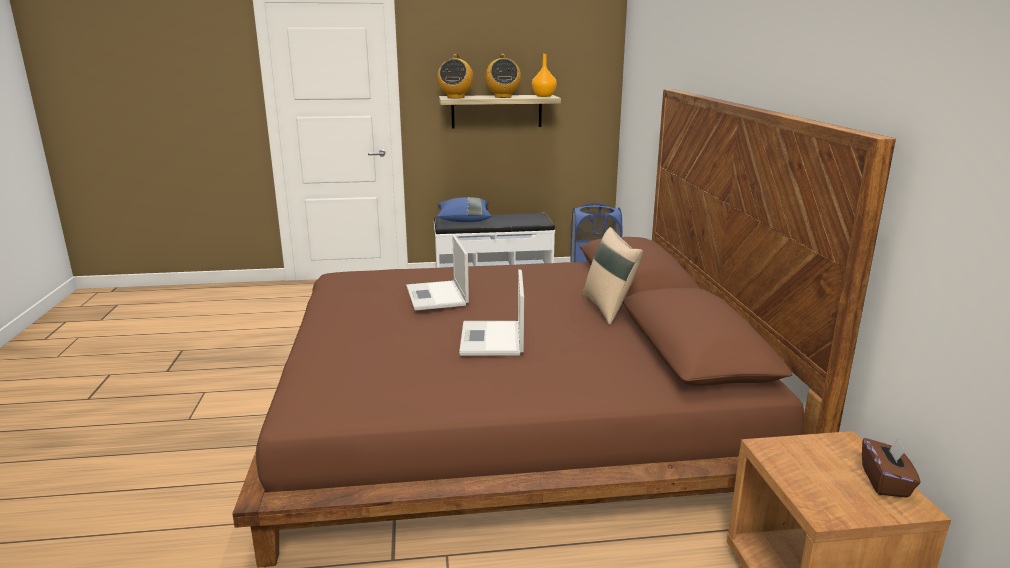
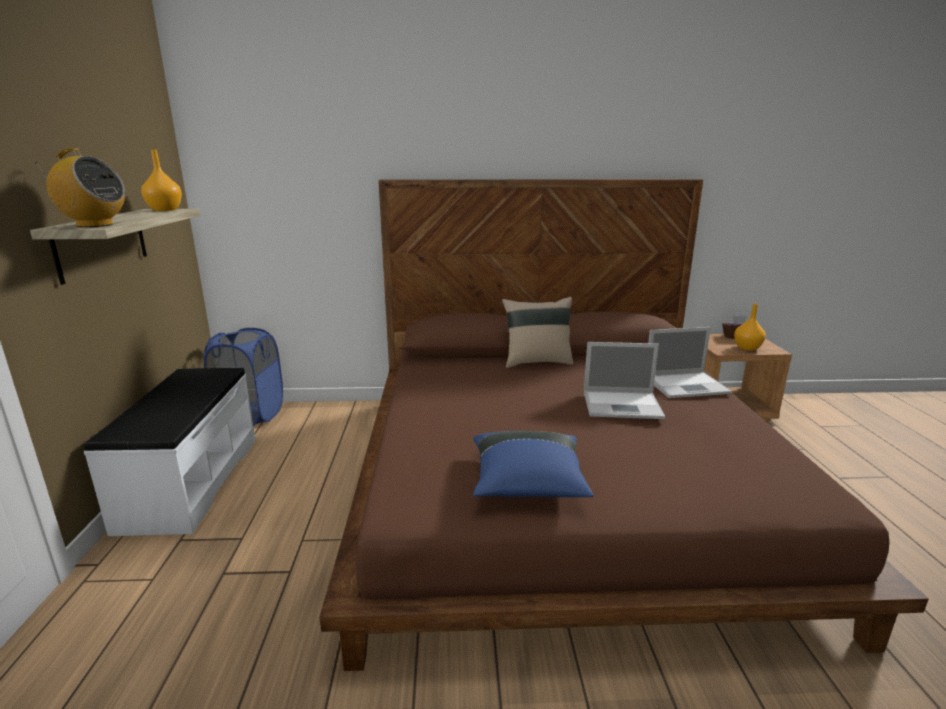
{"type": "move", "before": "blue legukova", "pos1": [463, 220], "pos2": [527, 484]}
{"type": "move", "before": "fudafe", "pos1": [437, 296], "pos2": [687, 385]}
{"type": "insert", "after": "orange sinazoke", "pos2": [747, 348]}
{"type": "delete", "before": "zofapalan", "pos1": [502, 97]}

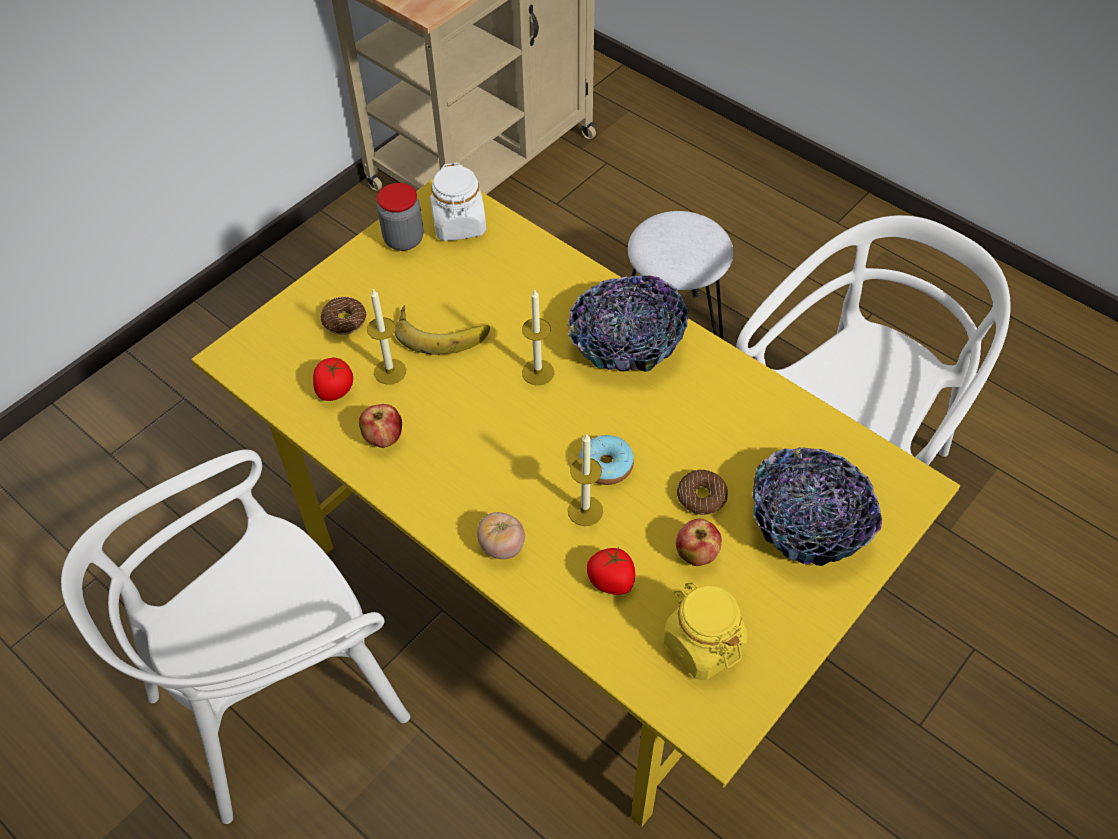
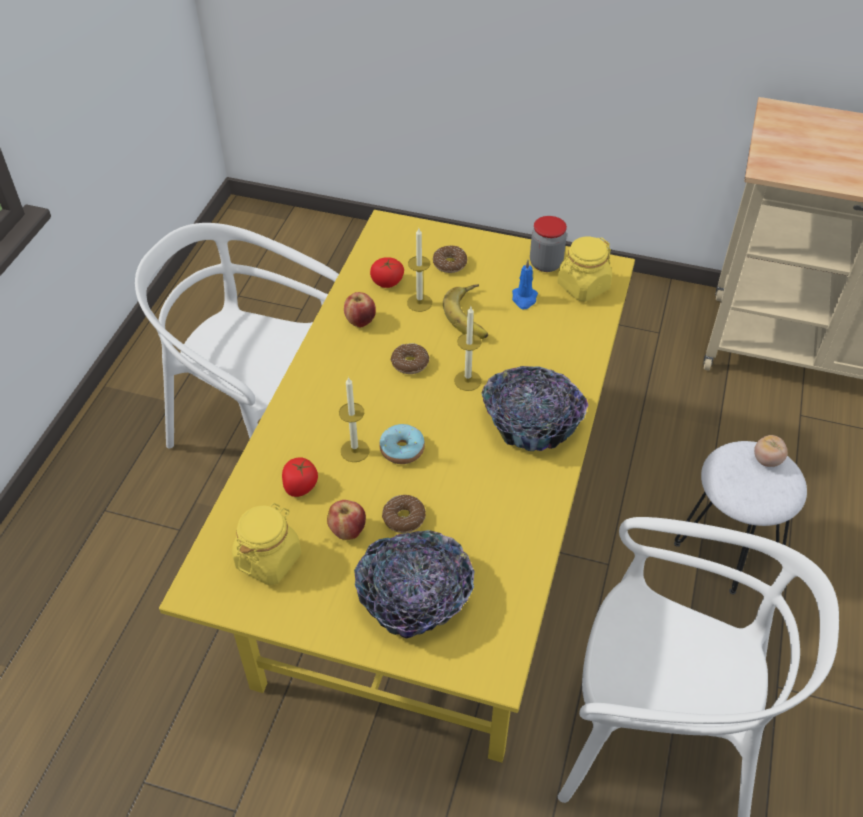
{"type": "insert", "after": "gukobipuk", "pos2": [410, 363]}
{"type": "insert", "after": "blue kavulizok", "pos2": [524, 299]}
{"type": "recolor", "before": "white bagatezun", "after": "yellow bagatezun", "pos1": [459, 224], "pos2": [583, 286]}
{"type": "move", "before": "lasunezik", "pos1": [502, 546], "pos2": [767, 460]}

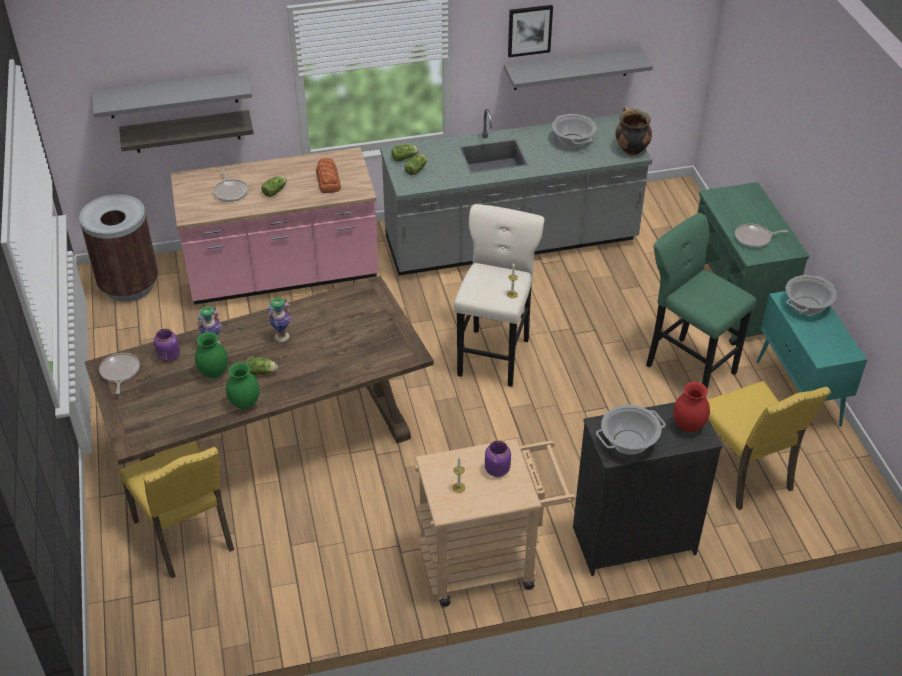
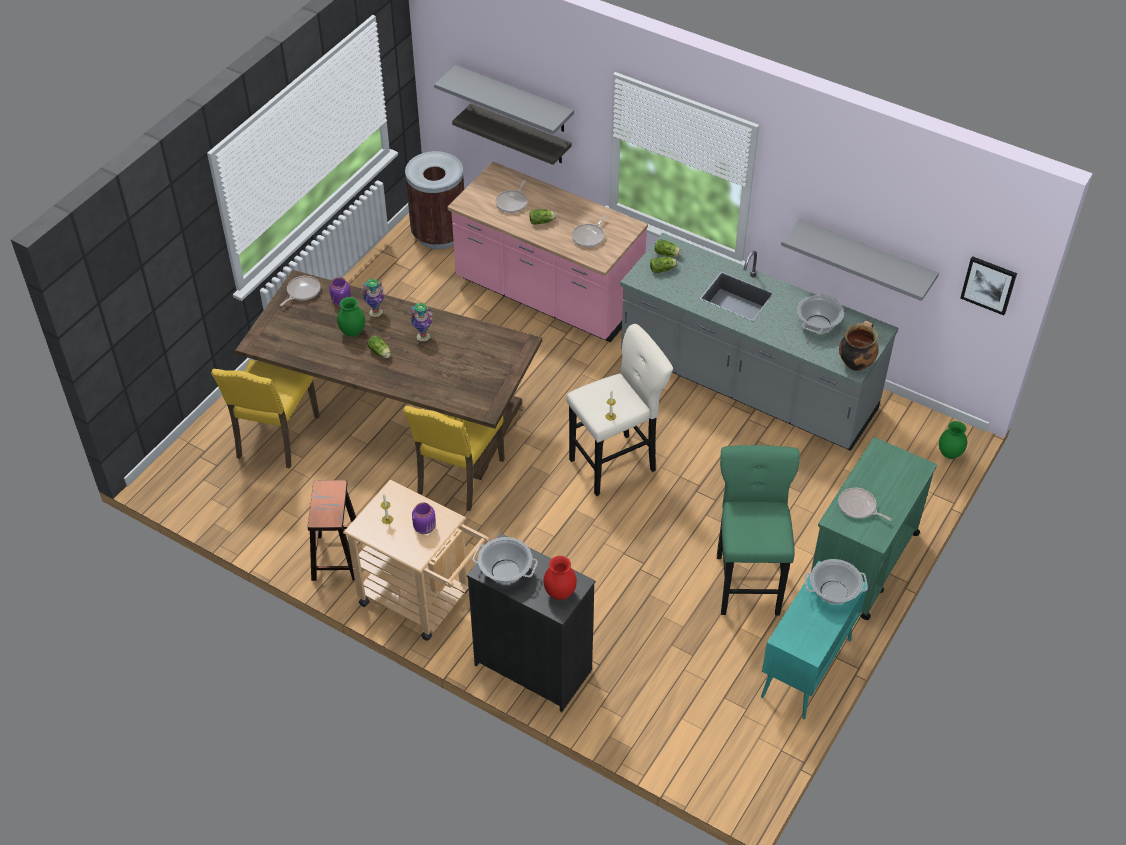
{"type": "insert", "after": "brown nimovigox", "pos2": [336, 556]}
{"type": "move", "before": "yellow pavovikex", "pos1": [744, 472], "pos2": [457, 477]}
{"type": "replace", "before": "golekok", "after": "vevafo", "pos1": [328, 180], "pos2": [589, 237]}
{"type": "move", "before": "green sinazoke", "pos1": [245, 404], "pos2": [949, 454]}
{"type": "move", "before": "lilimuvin", "pos1": [529, 30], "pos2": [988, 284]}

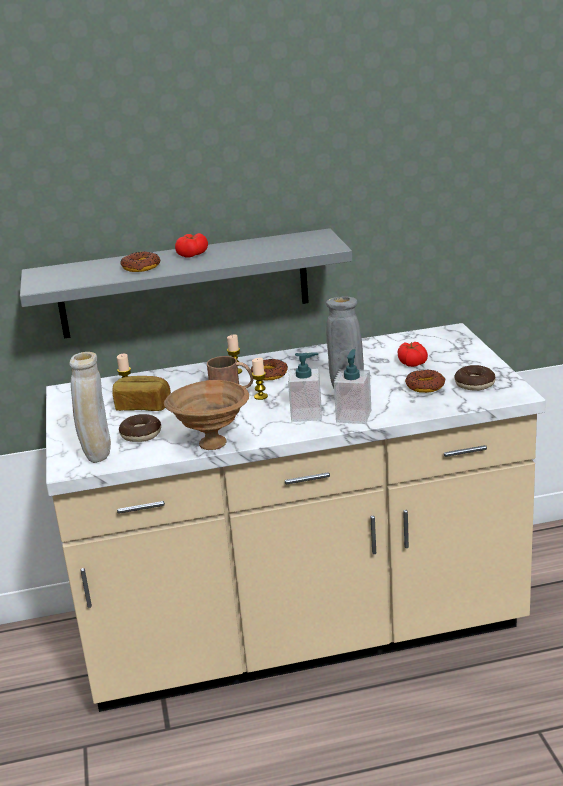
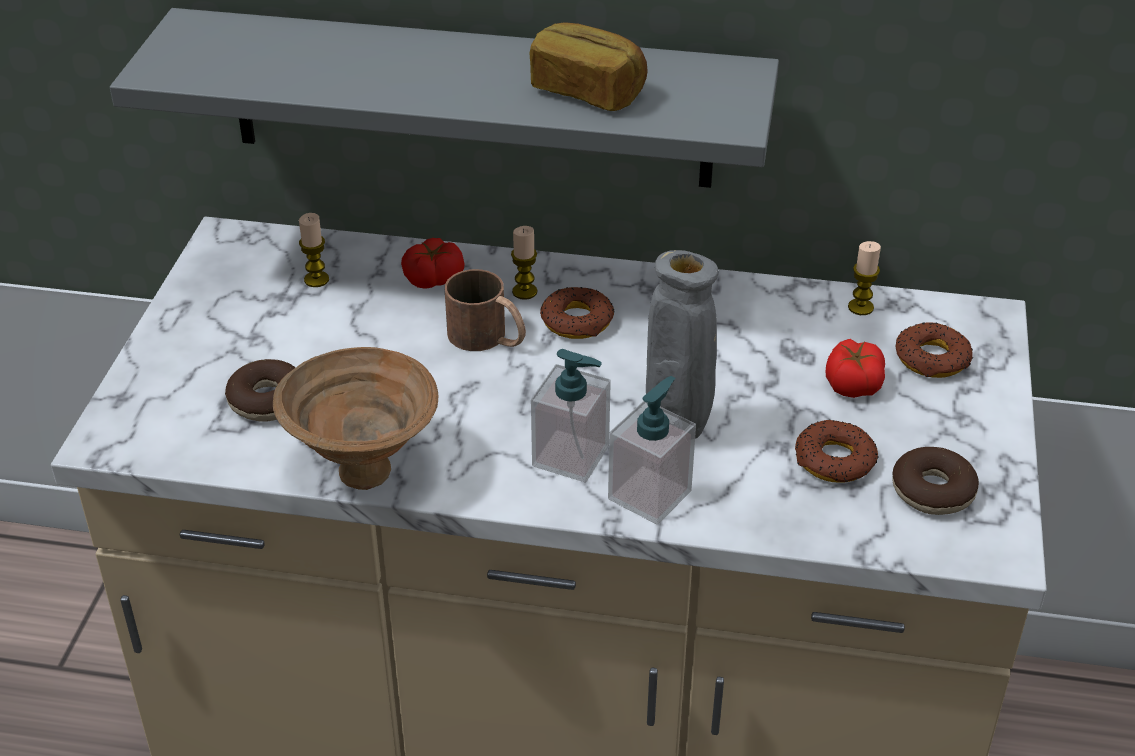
{"type": "move", "before": "lasunezik", "pos1": [192, 254], "pos2": [434, 277]}
{"type": "move", "before": "golekok", "pos1": [143, 406], "pos2": [588, 91]}
{"type": "move", "before": "kavulizok", "pos1": [260, 396], "pos2": [860, 307]}
{"type": "move", "before": "gukobipuk", "pos1": [141, 267], "pos2": [932, 358]}
{"type": "delete", "before": "beige sinazoke", "pos1": [97, 457]}

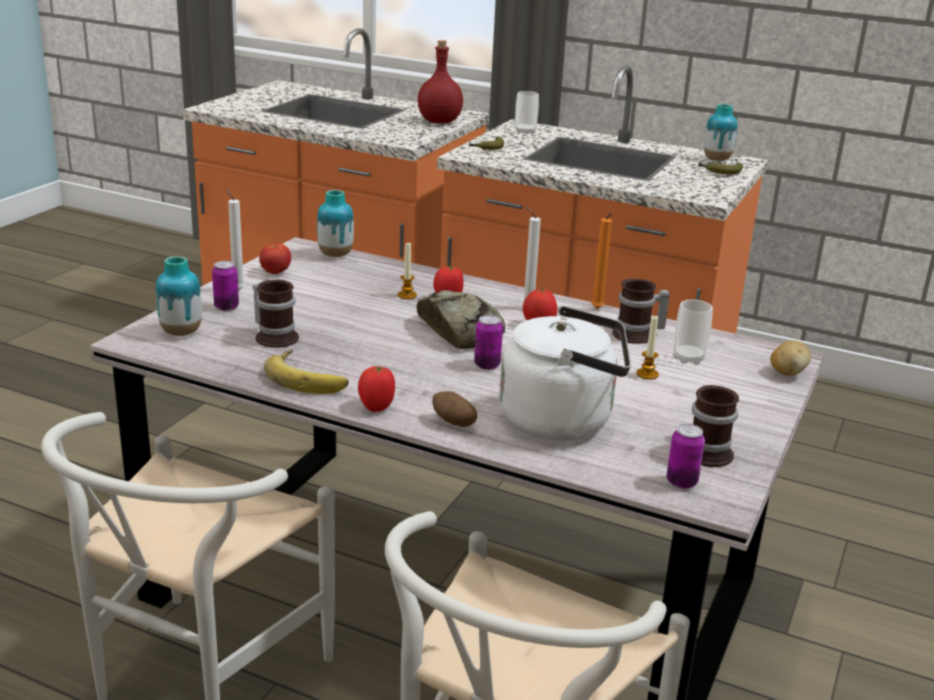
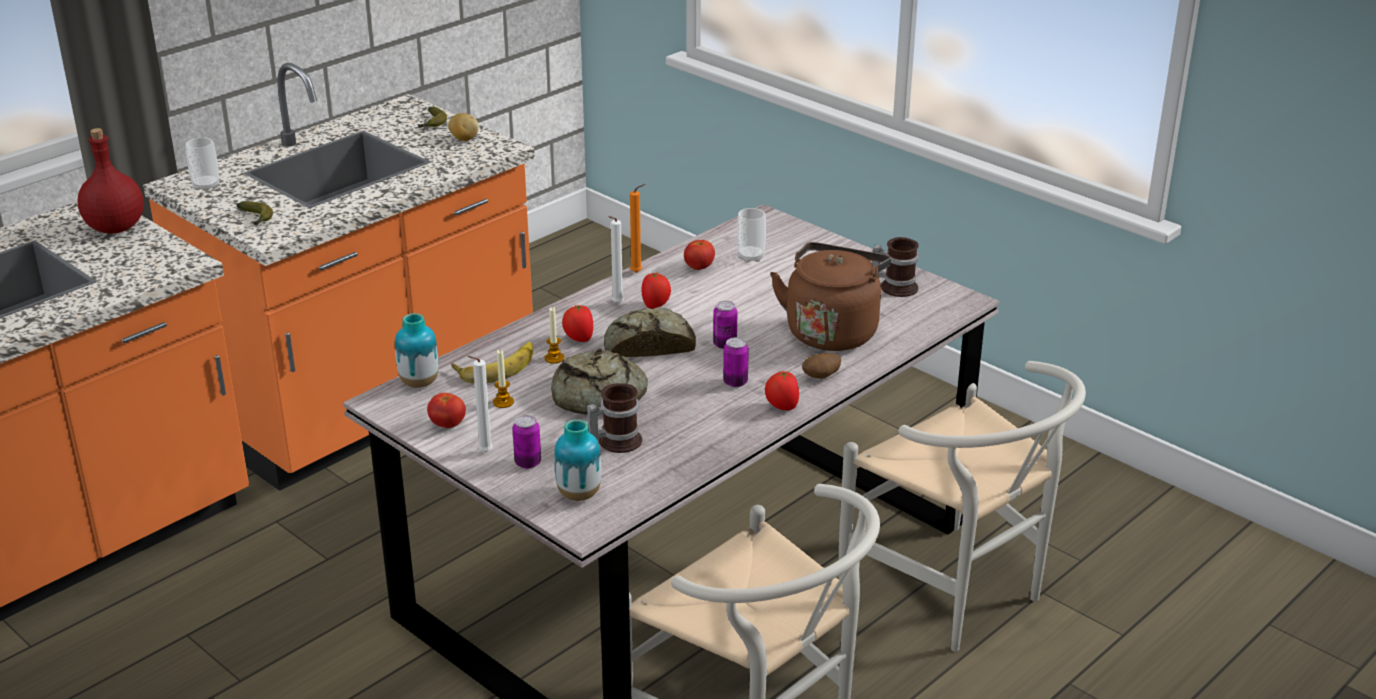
{"type": "move", "before": "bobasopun", "pos1": [787, 373], "pos2": [463, 139]}
{"type": "move", "before": "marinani", "pos1": [309, 377], "pos2": [495, 366]}
{"type": "move", "before": "kavulizok", "pos1": [647, 374], "pos2": [503, 402]}
{"type": "insert", "after": "golekok", "pos2": [597, 396]}
{"type": "replace", "before": "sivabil", "after": "lasunezik", "pos1": [637, 335], "pos2": [699, 267]}
{"type": "move", "before": "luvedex", "pos1": [681, 482], "pos2": [735, 382]}
{"type": "recolor", "before": "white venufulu", "after": "brown venufulu", "pos1": [563, 420], "pos2": [832, 331]}
{"type": "delete", "before": "sinazoke", "pos1": [717, 159]}

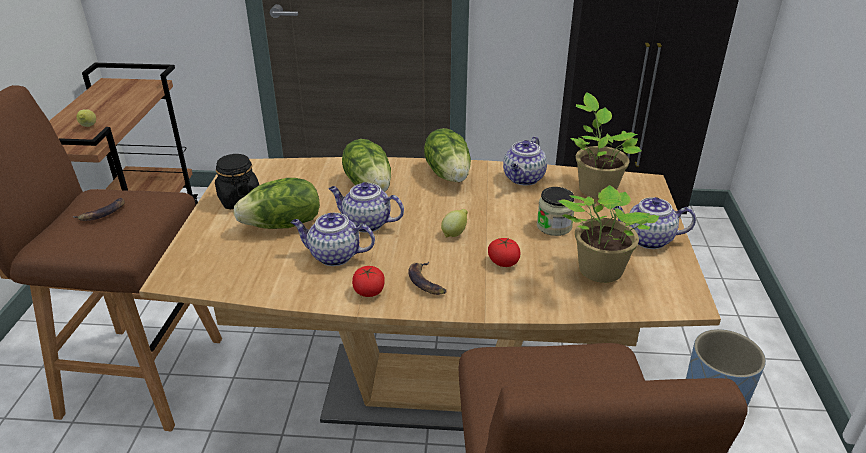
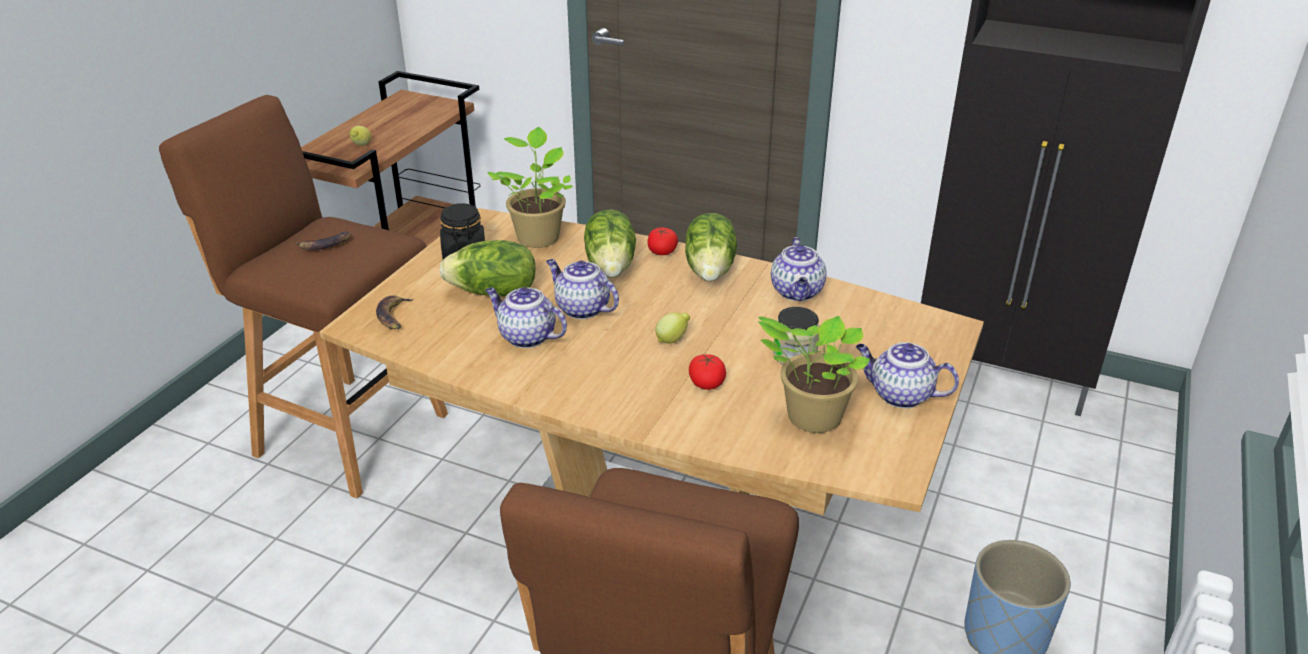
{"type": "move", "before": "marinani", "pos1": [426, 282], "pos2": [394, 316]}
{"type": "move", "before": "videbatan", "pos1": [595, 188], "pos2": [538, 236]}
{"type": "move", "before": "lasunezik", "pos1": [369, 291], "pos2": [662, 251]}
{"type": "rotate", "before": "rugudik", "pos1": [523, 179], "pos2": [797, 292], "turn": -45}

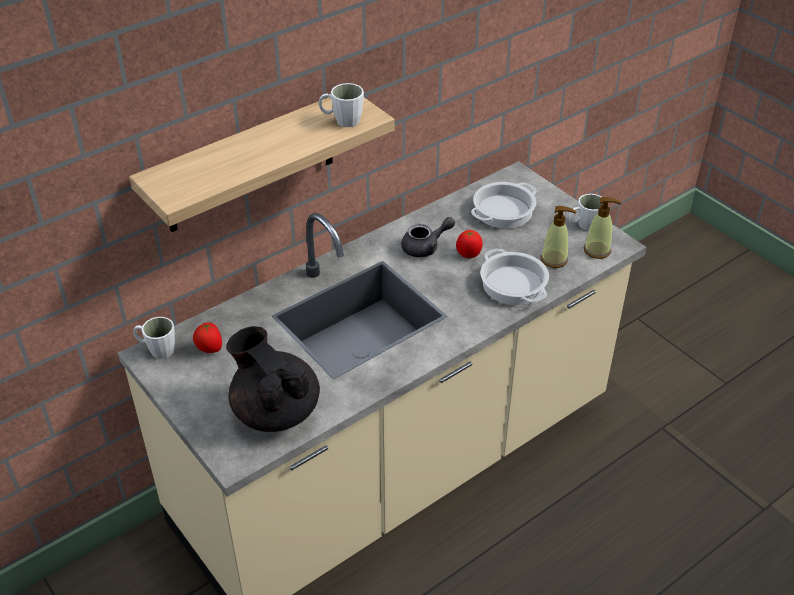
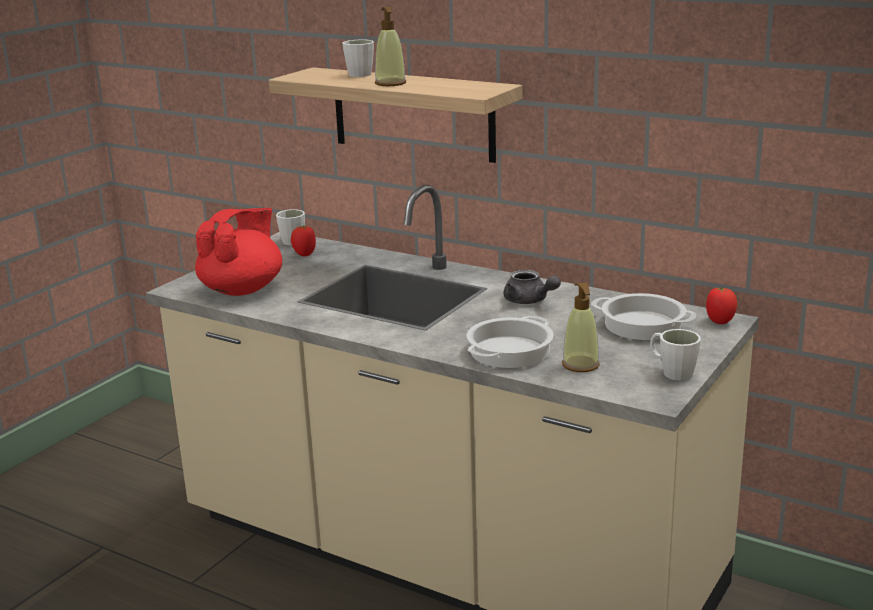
{"type": "recolor", "before": "black rugudik", "after": "red rugudik", "pos1": [275, 410], "pos2": [243, 289]}
{"type": "move", "before": "white sivabil", "pos1": [342, 120], "pos2": [358, 73]}
{"type": "move", "before": "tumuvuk", "pos1": [597, 250], "pos2": [390, 83]}
{"type": "move", "before": "lasunezik", "pos1": [468, 254], "pos2": [720, 321]}

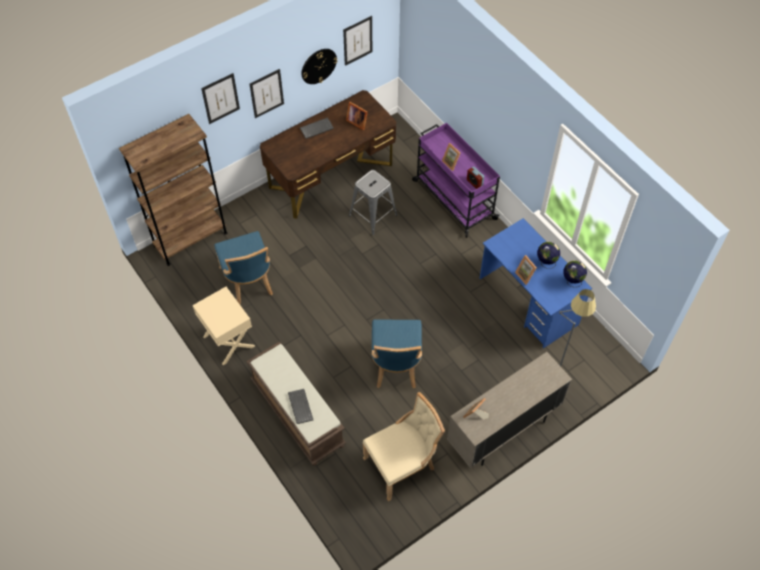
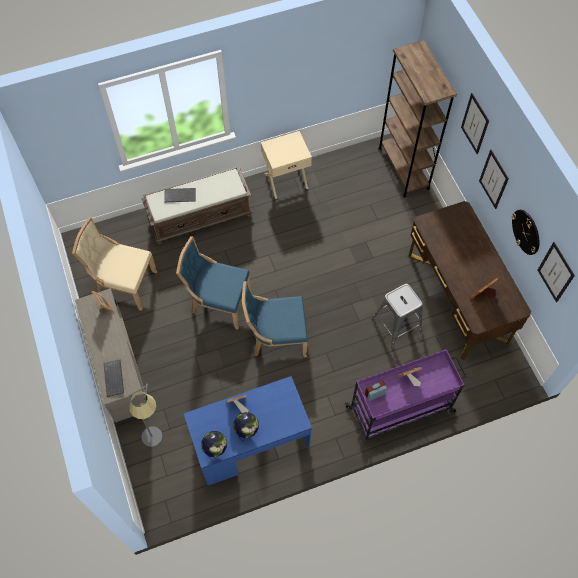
{"type": "rotate", "before": "beige pavovikex", "pos1": [402, 465], "pos2": [124, 284], "turn": 120}
{"type": "move", "before": "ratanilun", "pos1": [317, 128], "pos2": [114, 379]}
{"type": "move", "before": "blue pavovikex", "pos1": [249, 282], "pos2": [276, 337]}

